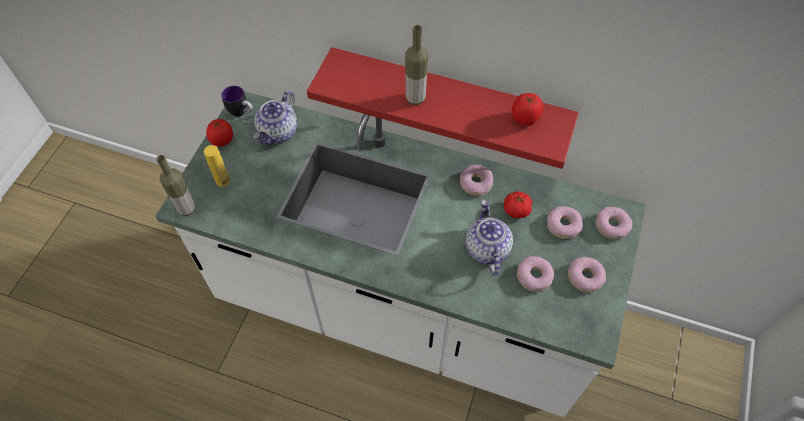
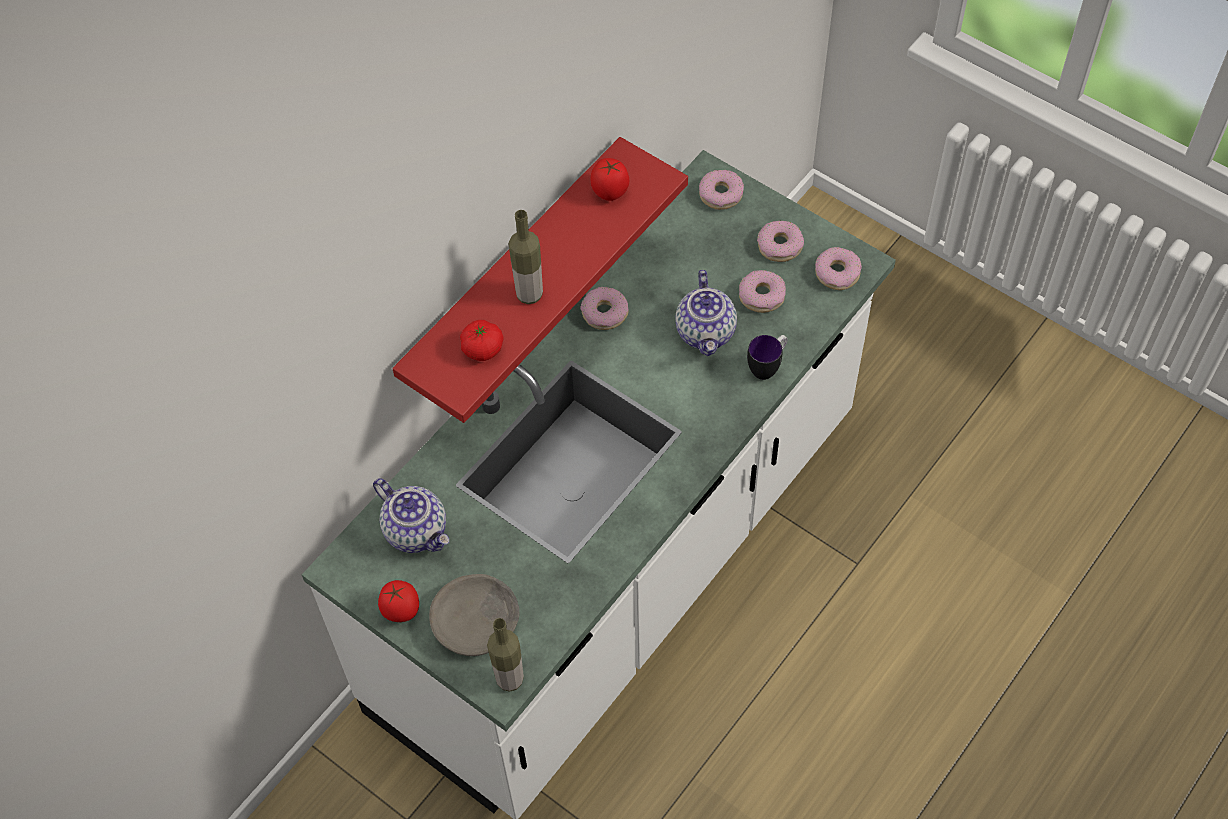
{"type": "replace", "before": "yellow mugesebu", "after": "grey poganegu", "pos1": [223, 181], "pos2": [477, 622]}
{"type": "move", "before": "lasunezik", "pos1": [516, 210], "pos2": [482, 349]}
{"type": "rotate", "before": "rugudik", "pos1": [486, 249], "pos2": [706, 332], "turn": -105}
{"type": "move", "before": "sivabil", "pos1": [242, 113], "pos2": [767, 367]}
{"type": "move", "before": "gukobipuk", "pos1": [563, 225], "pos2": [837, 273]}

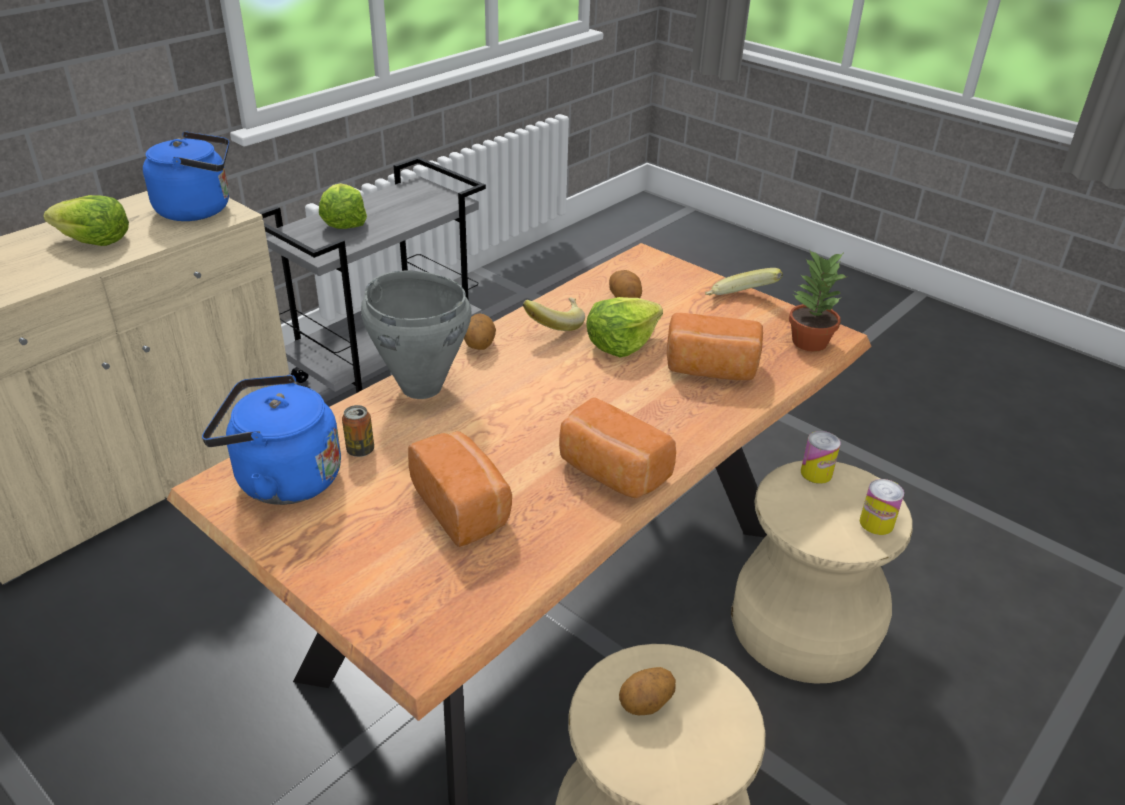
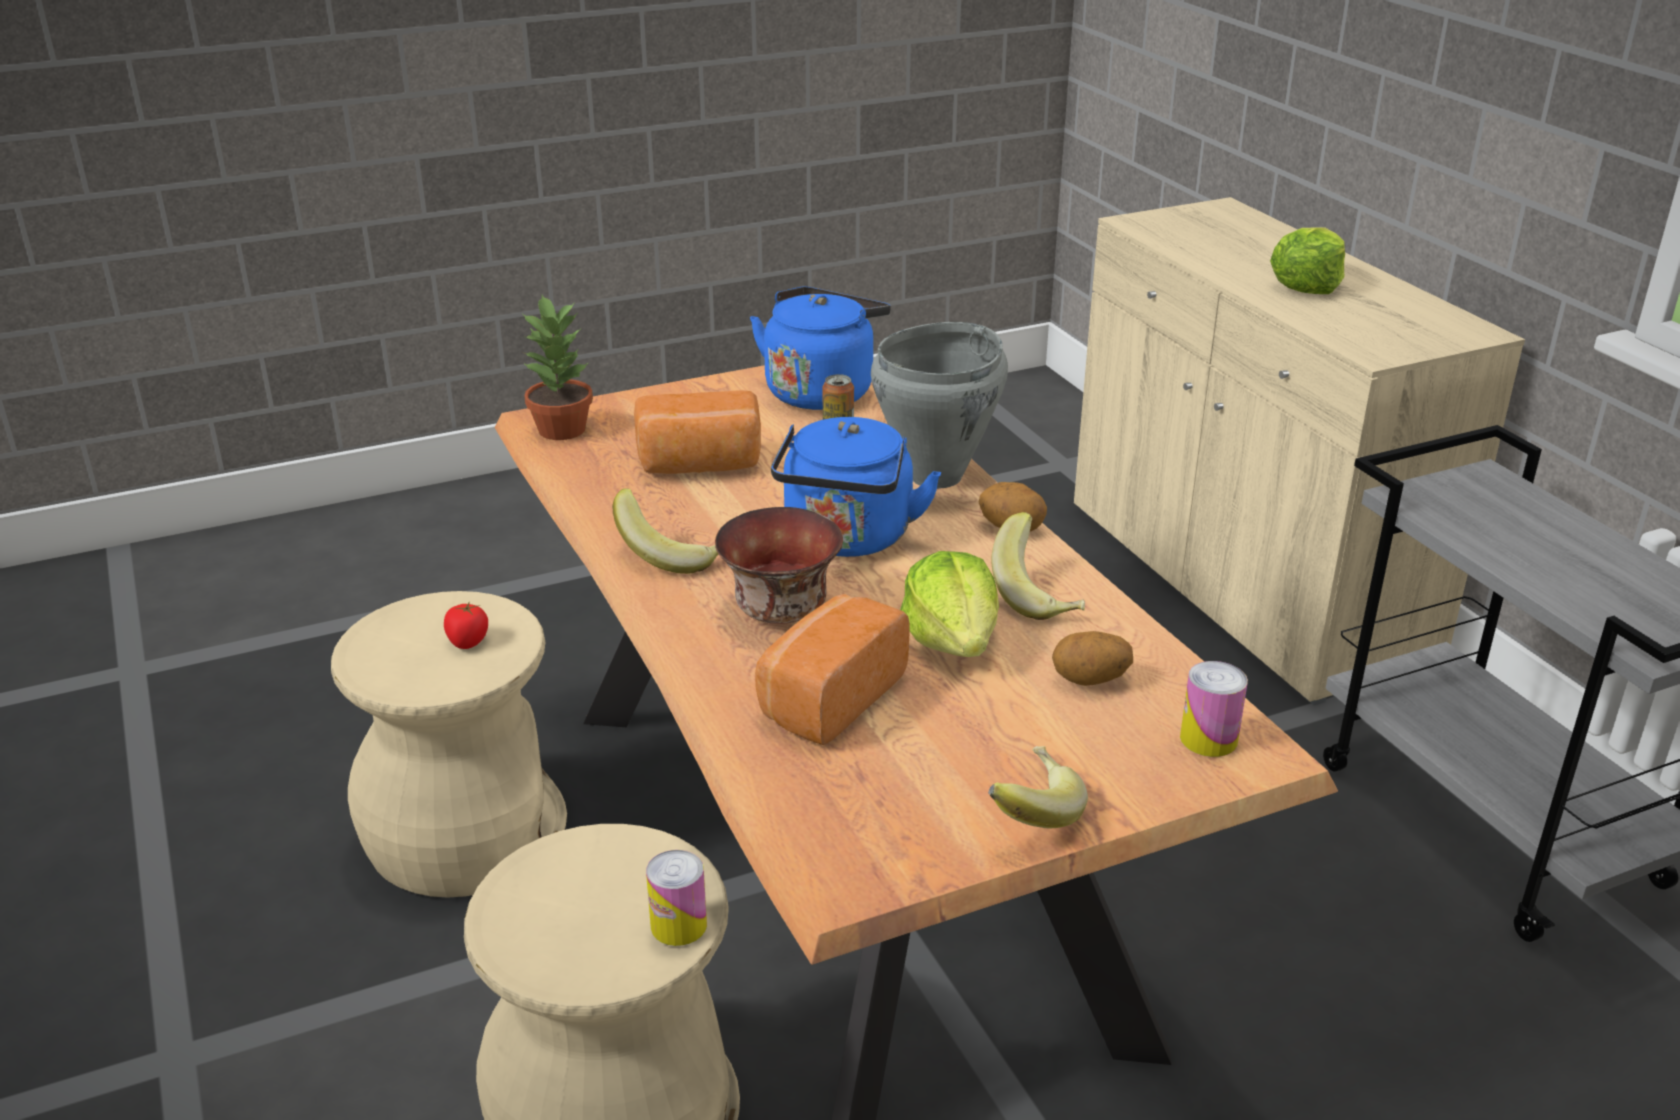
{"type": "replace", "before": "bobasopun", "after": "lasunezik", "pos1": [646, 704], "pos2": [467, 641]}
{"type": "move", "before": "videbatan", "pos1": [808, 342], "pos2": [563, 429]}
{"type": "replace", "before": "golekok", "after": "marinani", "pos1": [610, 473], "pos2": [674, 555]}
{"type": "insert", "after": "poganegu", "pos2": [782, 610]}
{"type": "move", "before": "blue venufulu", "pos1": [199, 209], "pos2": [847, 539]}
{"type": "move", "before": "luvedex", "pos1": [876, 523], "pos2": [1208, 739]}
{"type": "delete", "before": "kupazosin", "pos1": [343, 222]}

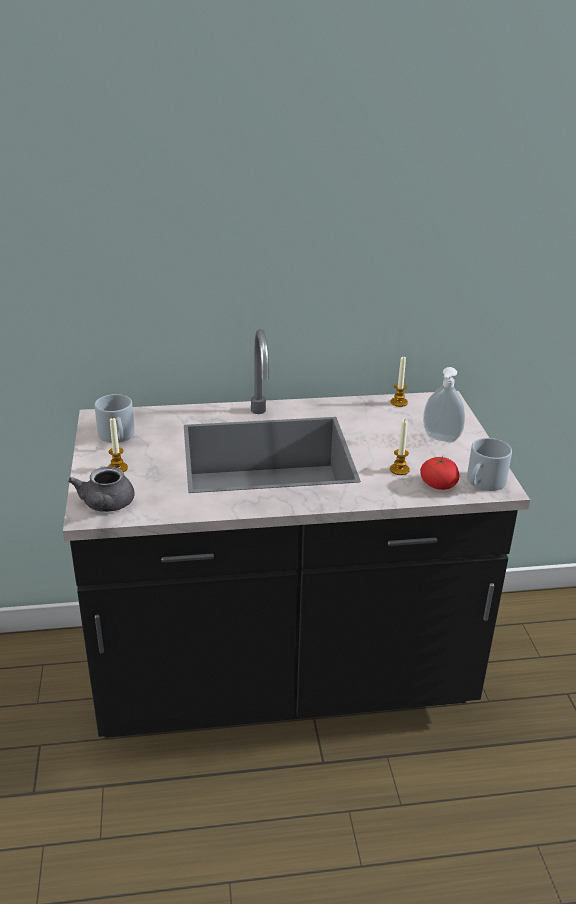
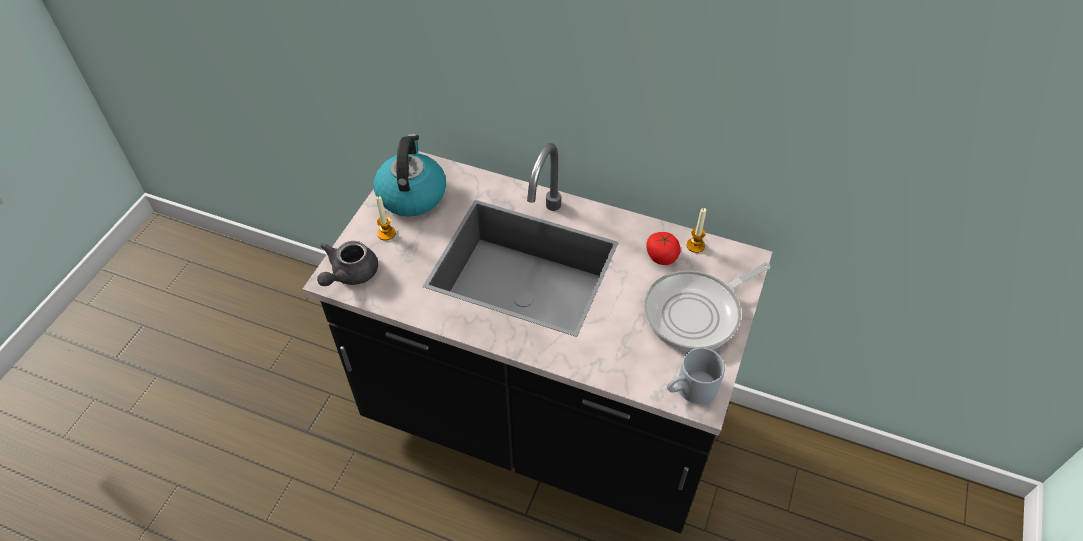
{"type": "replace", "before": "grey sivabil", "after": "venufulu", "pos1": [118, 437], "pos2": [411, 194]}
{"type": "replace", "before": "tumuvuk", "after": "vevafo", "pos1": [440, 439], "pos2": [697, 313]}
{"type": "move", "before": "lasunezik", "pos1": [438, 484], "pos2": [662, 256]}
{"type": "delete", "before": "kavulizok", "pos1": [399, 470]}

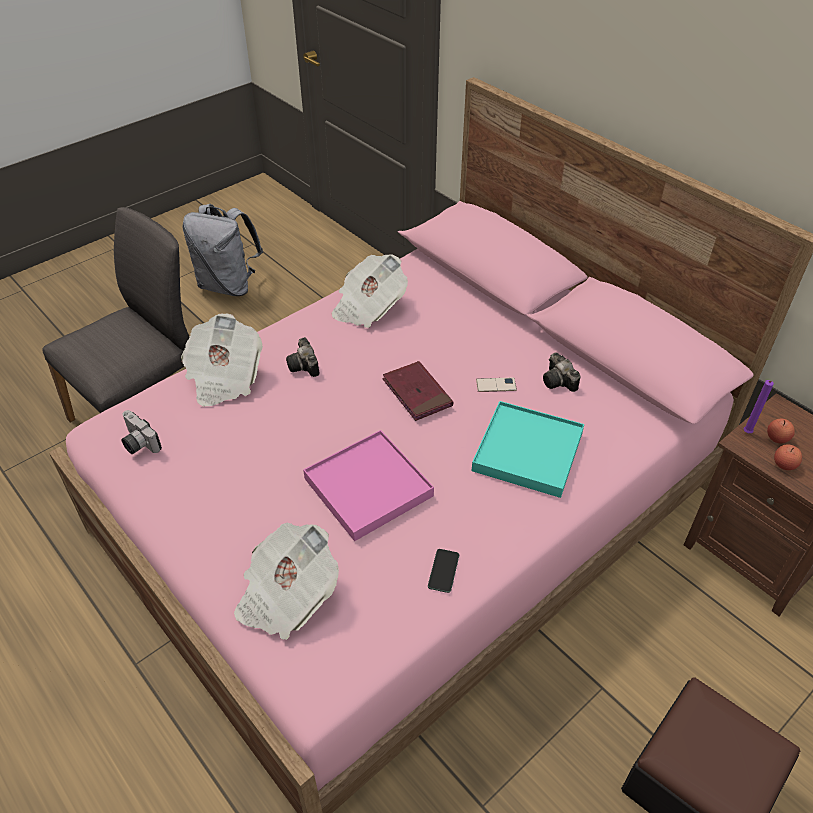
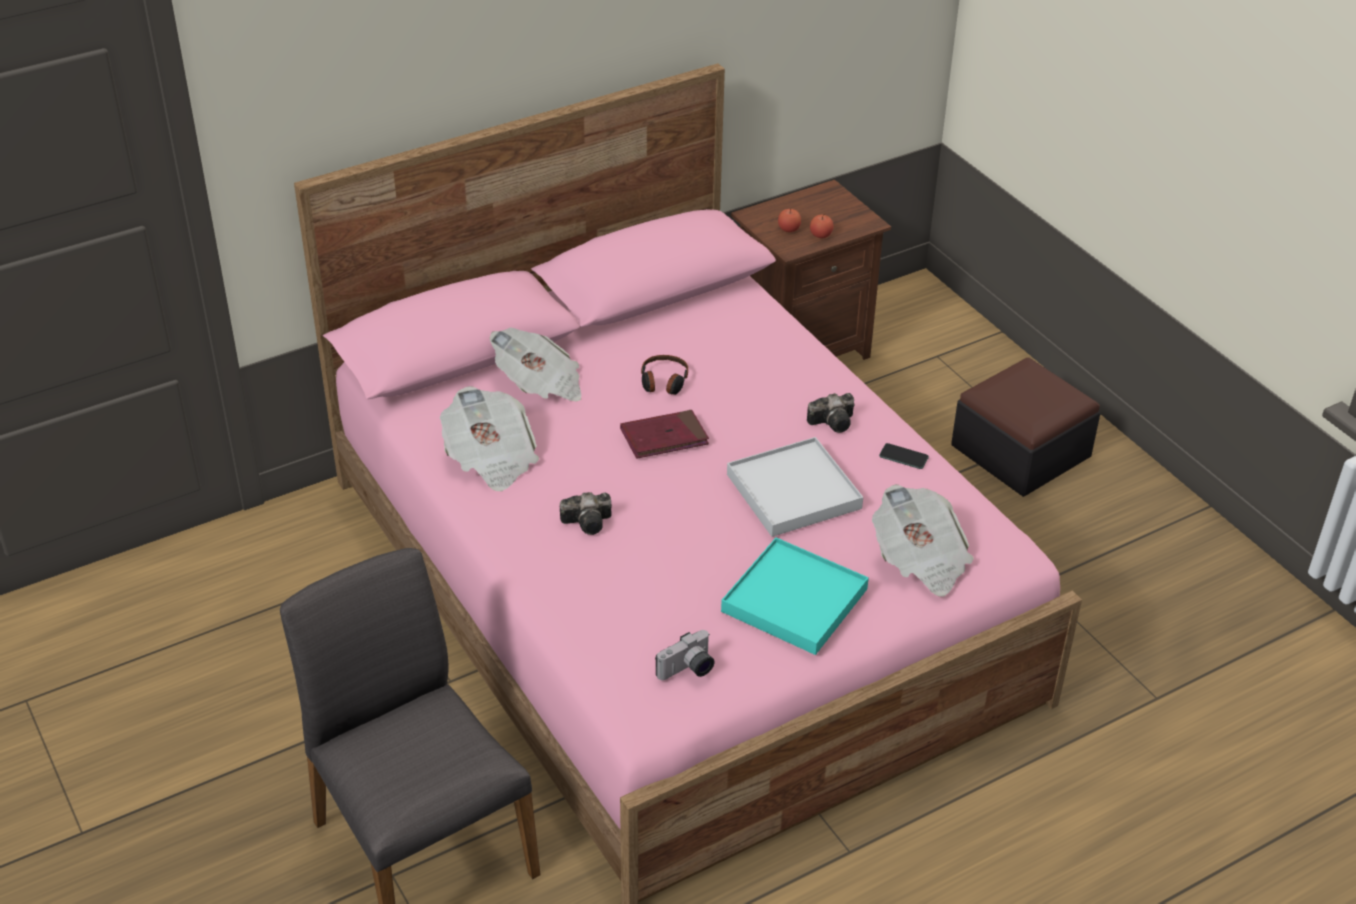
{"type": "move", "before": "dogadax", "pos1": [224, 377], "pos2": [539, 384]}
{"type": "replace", "before": "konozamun", "after": "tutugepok", "pos1": [496, 385], "pos2": [663, 382]}
{"type": "move", "before": "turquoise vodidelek", "pos1": [527, 452], "pos2": [794, 600]}
{"type": "recolor", "before": "pink vodidelek", "after": "white vodidelek", "pos1": [368, 487], "pos2": [794, 491]}
{"type": "move", "before": "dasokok", "pos1": [559, 382], "pos2": [834, 422]}
{"type": "delete", "before": "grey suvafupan", "pos1": [229, 285]}
{"type": "delete", "before": "purple kavulizok", "pos1": [746, 433]}

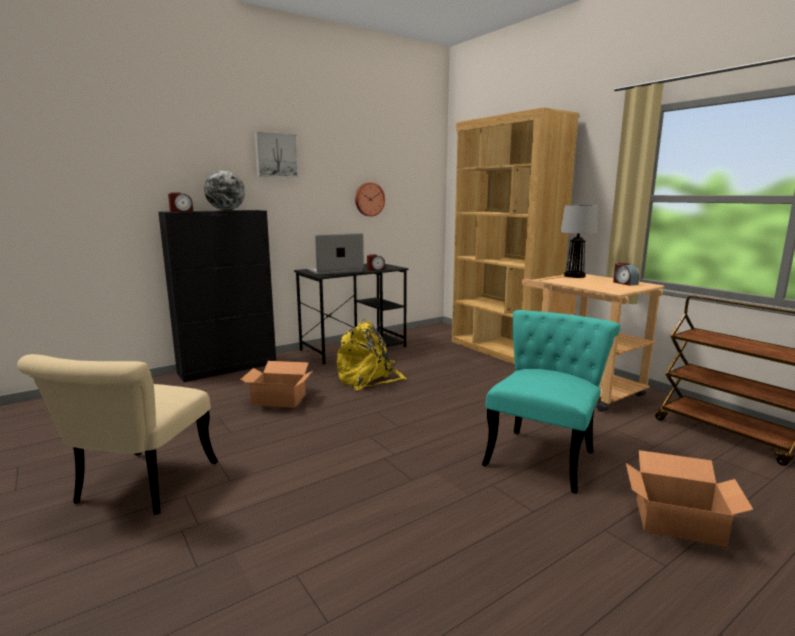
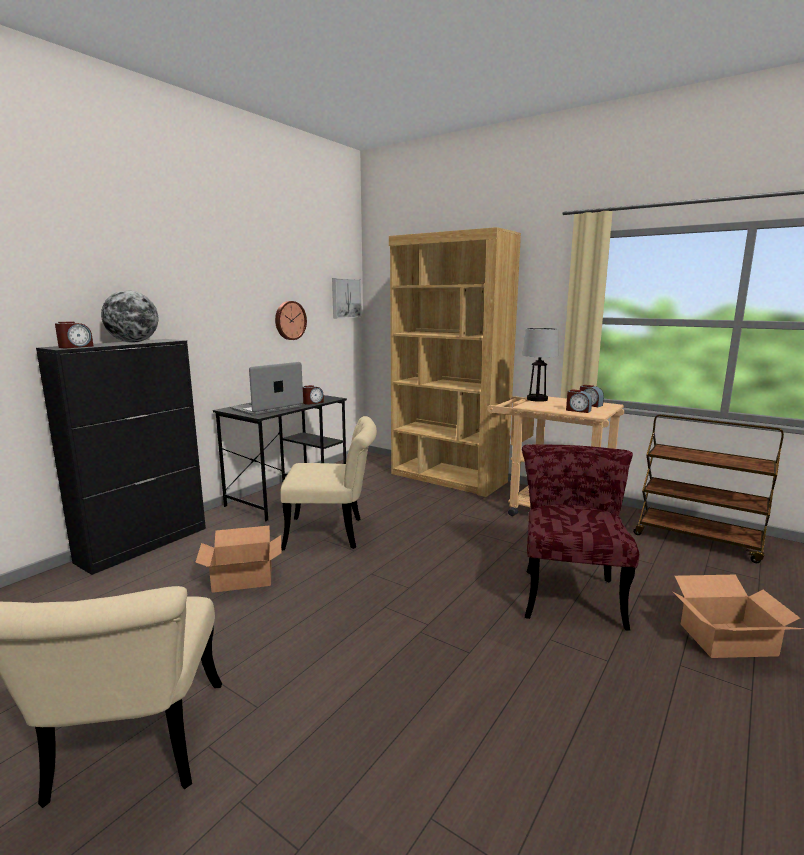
{"type": "replace", "before": "yellow suvafupan", "after": "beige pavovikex", "pos1": [368, 379], "pos2": [333, 533]}
{"type": "move", "before": "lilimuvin", "pos1": [276, 155], "pos2": [345, 298]}
{"type": "recolor", "before": "turquoise pavovikex", "after": "red pavovikex", "pos1": [544, 453], "pos2": [570, 591]}
{"type": "insert", "after": "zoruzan", "pos2": [578, 410]}

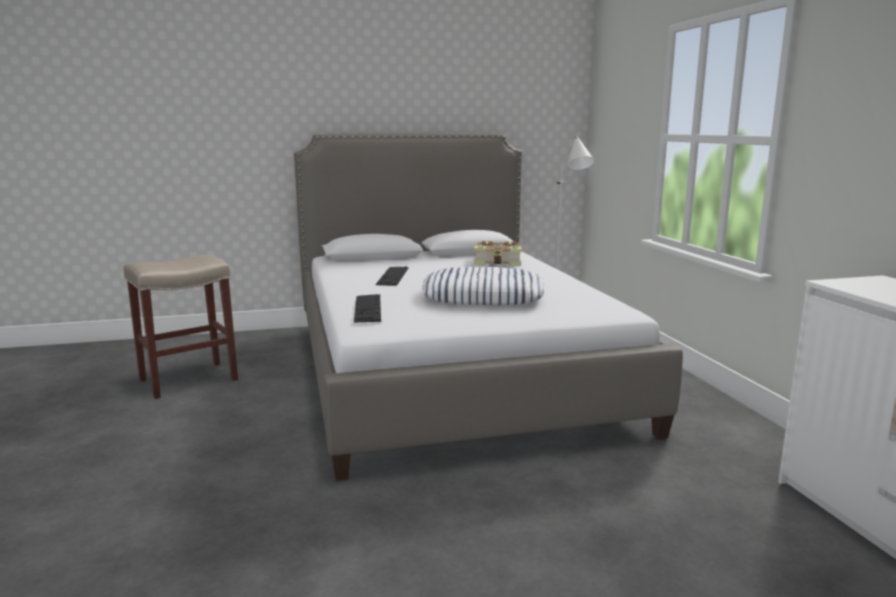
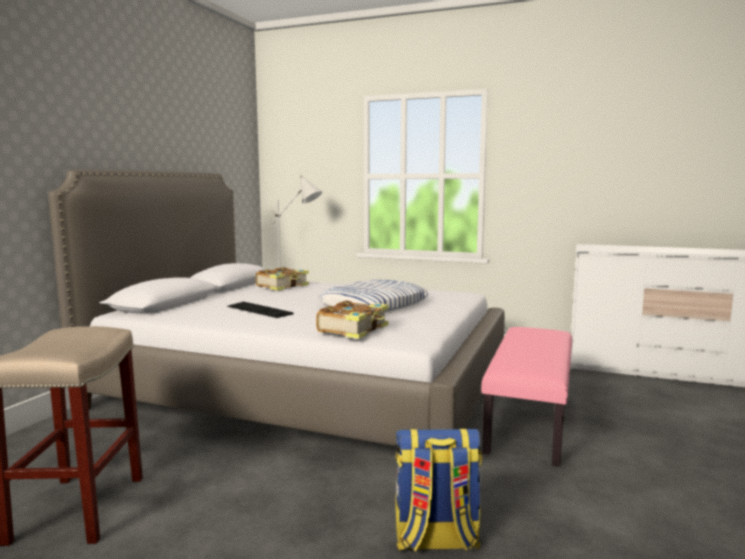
{"type": "replace", "before": "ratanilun", "after": "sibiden", "pos1": [367, 308], "pos2": [354, 329]}
{"type": "insert", "after": "suvafupan", "pos2": [435, 540]}
{"type": "insert", "after": "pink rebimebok", "pos2": [528, 421]}

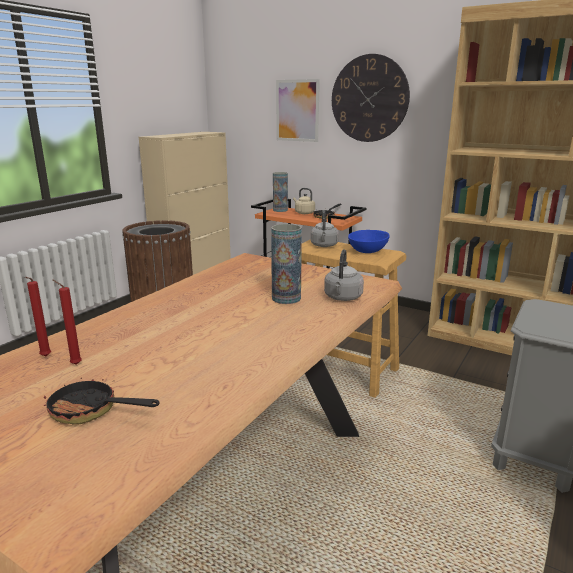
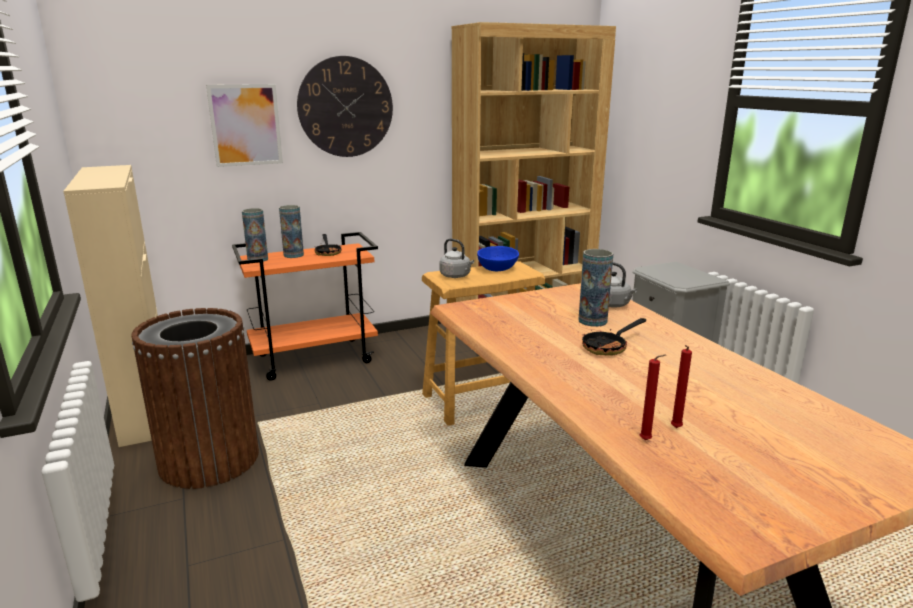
{"type": "replace", "before": "beige venufulu", "after": "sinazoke", "pos1": [303, 213], "pos2": [293, 255]}
{"type": "move", "before": "vevafo", "pos1": [91, 411], "pos2": [609, 347]}

